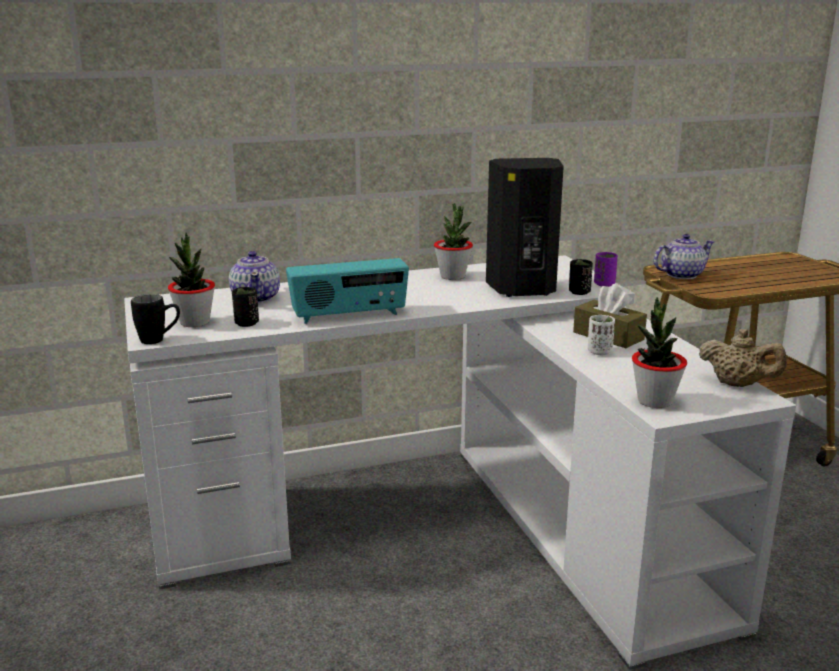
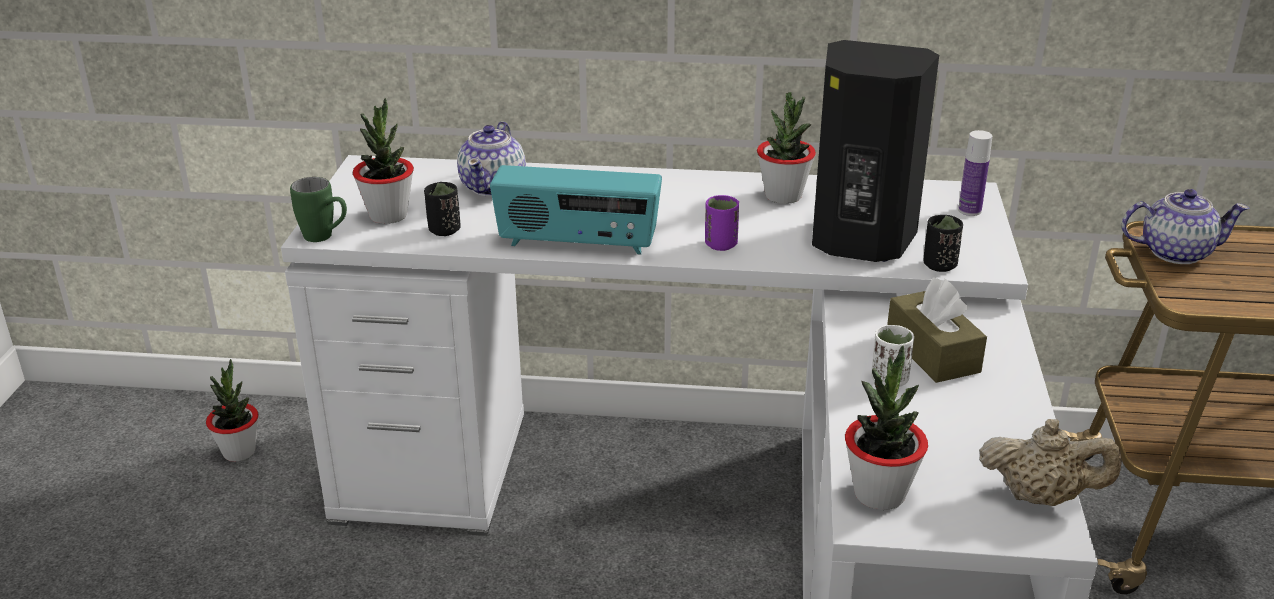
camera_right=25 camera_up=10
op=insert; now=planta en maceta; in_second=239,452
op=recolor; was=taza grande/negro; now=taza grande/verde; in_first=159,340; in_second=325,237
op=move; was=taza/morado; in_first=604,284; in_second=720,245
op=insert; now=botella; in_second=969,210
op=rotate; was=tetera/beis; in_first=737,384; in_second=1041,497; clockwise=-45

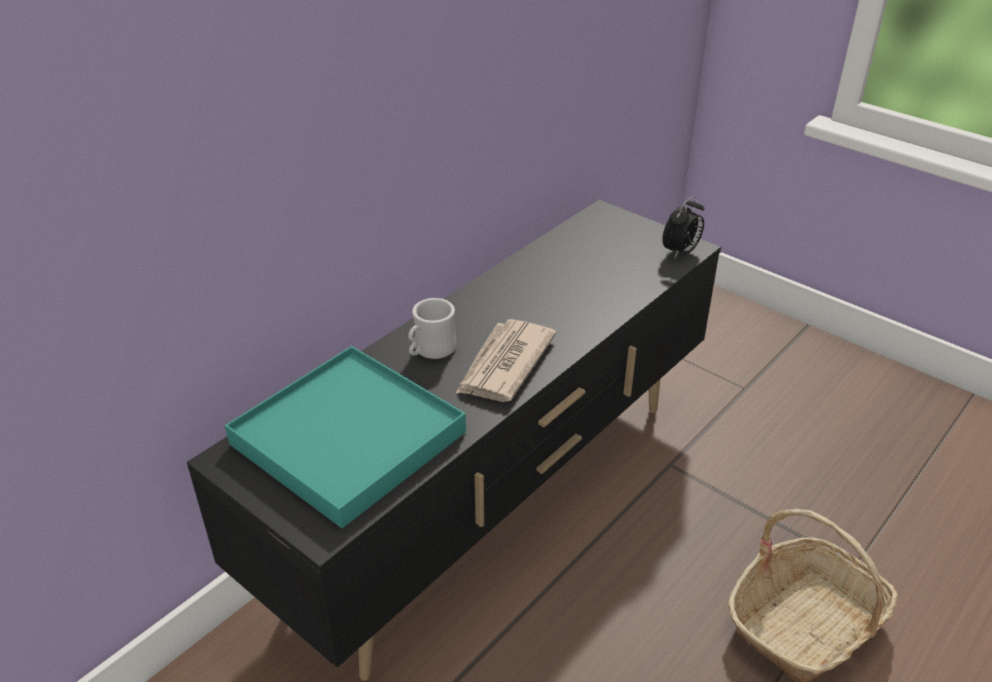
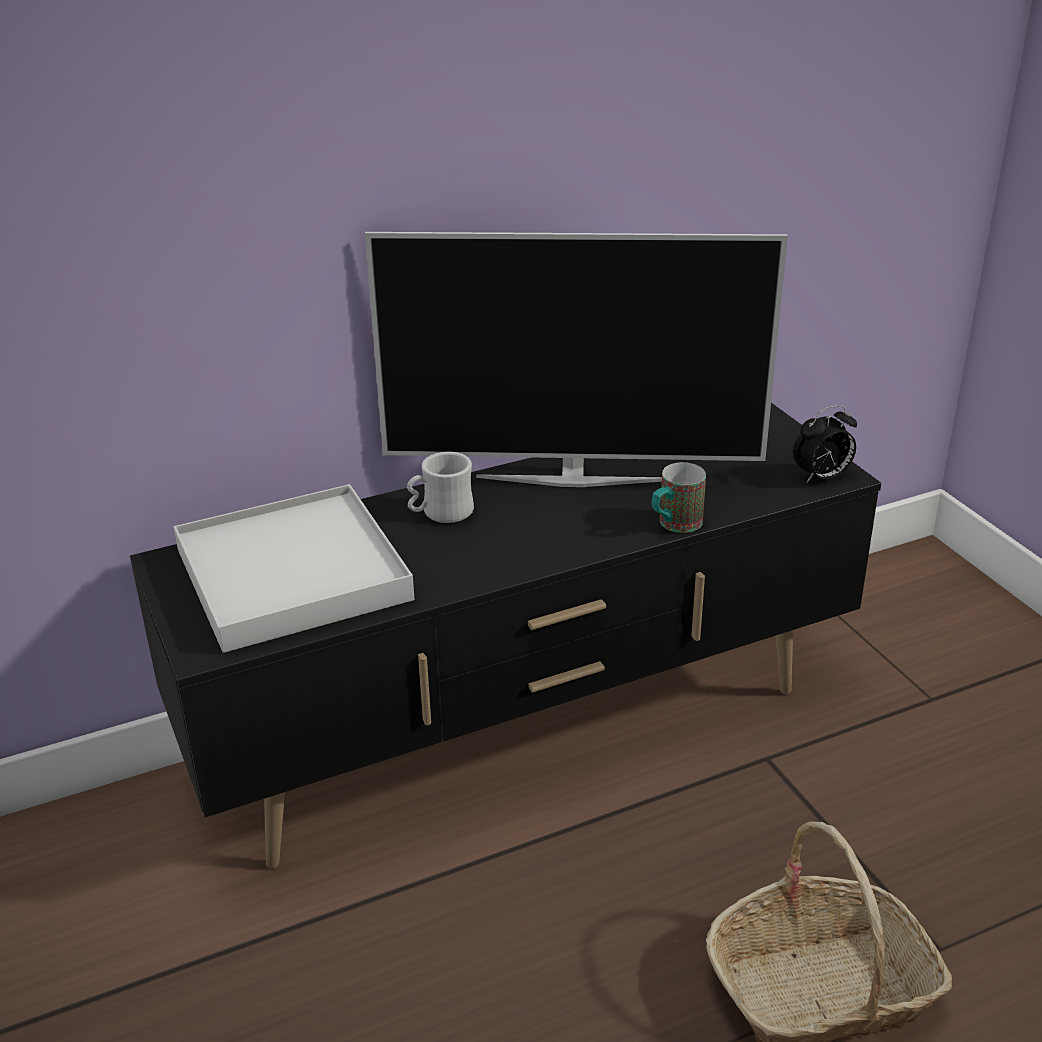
camera_right=25 camera_up=-5
op=recolor; was=bandeja/turquesa; now=bandeja/blanco; in_first=348,438; in_second=293,574
op=insert; now=televisor; in_second=572,477
op=insert; now=taza grande; in_second=674,525
op=delete; was=periódico; in_first=504,364

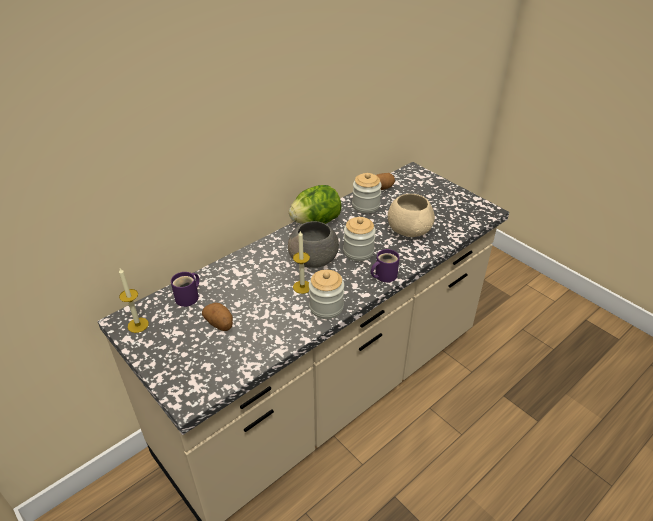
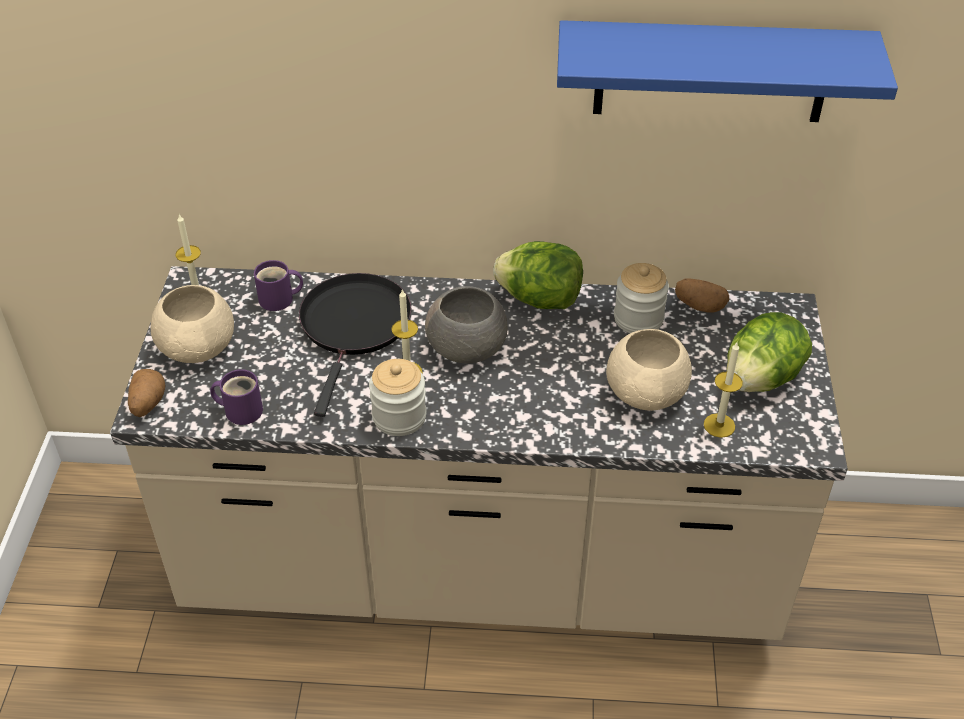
camera_right=45 camera_up=5
op=move; was=patata; in_first=220,324; in_second=147,403
op=insert; now=cuenco/beis; in_second=199,346
op=move; was=taza grande/morado; in_first=383,275; in_second=241,409
op=insert; now=sartén/negro; in_second=354,327
op=insert; now=estante/azul; in_second=711,72
op=insert; now=vela; in_second=719,425
op=insert; now=lechuga; in_second=761,378
op=delete; was=tarro; in_first=358,252

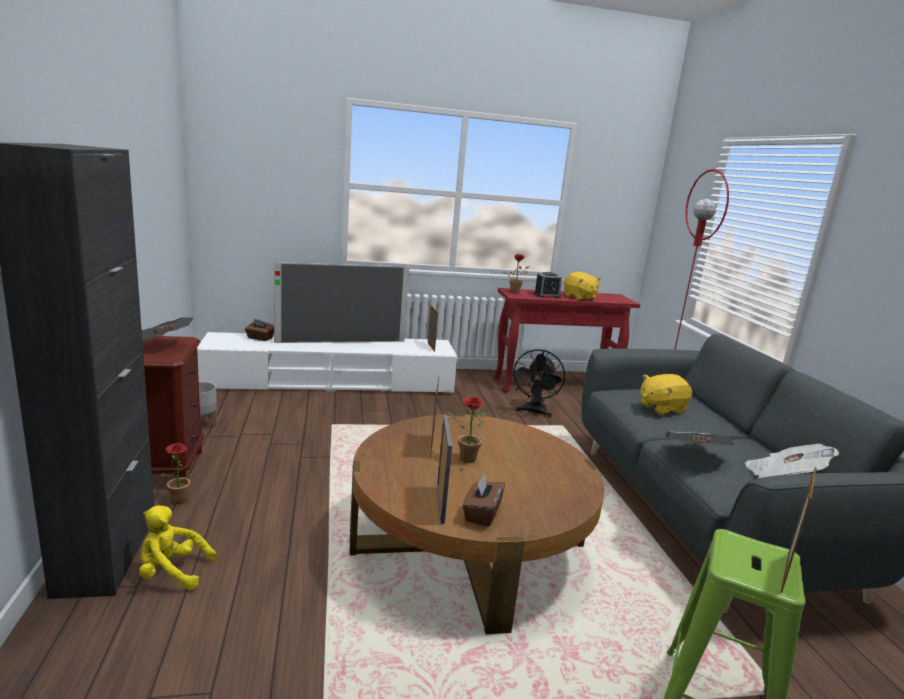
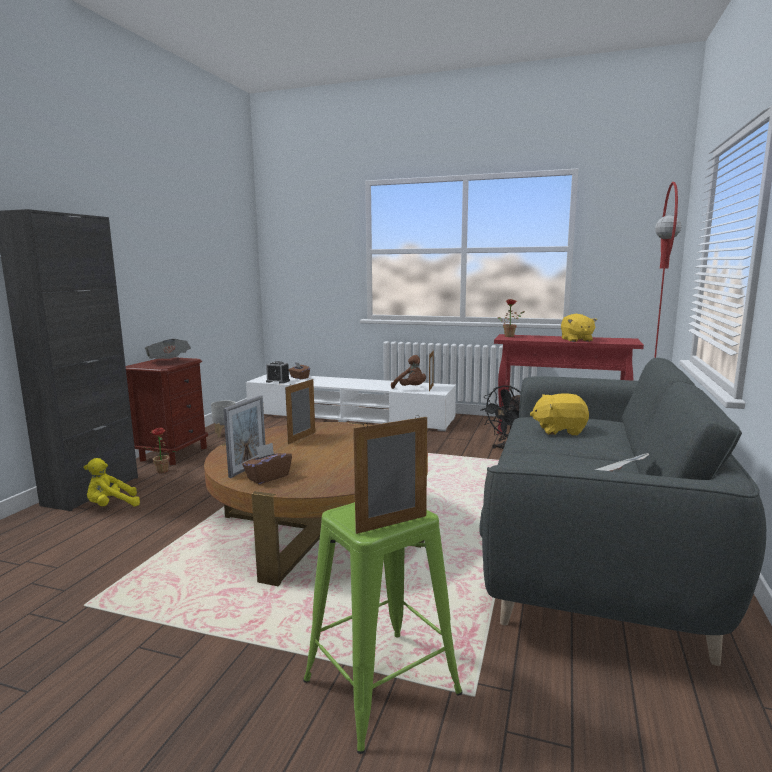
camera_right=30 camera_up=-5
op=rotate; was=peluche/amarillo; in_first=172,573; in_second=111,506; clockwise=-60
op=move; was=despertador; in_first=547,295; in_second=278,381
op=insert; now=peluche/marrón; in_second=411,389
op=delete; was=televisor; in_first=341,342
op=delete; was=planta en maceta; in_first=464,458
op=delete; was=periódico; in_first=694,454

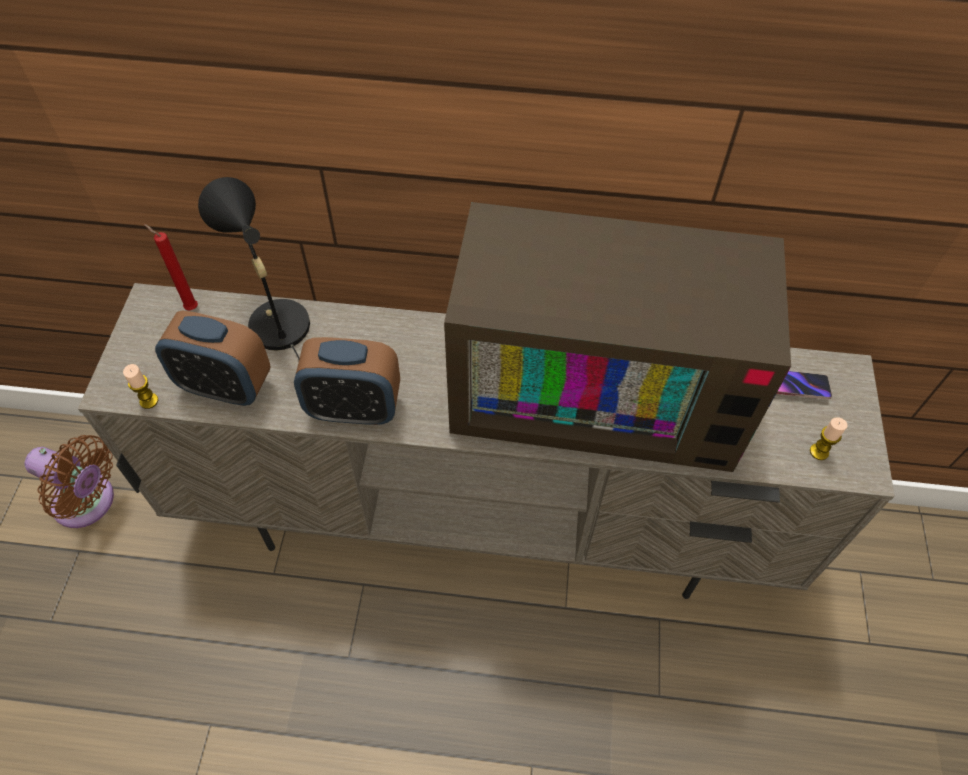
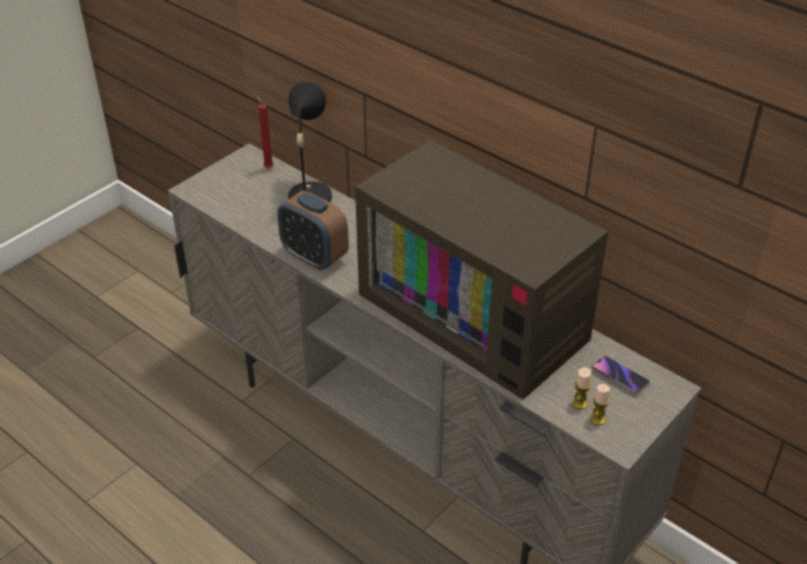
camera_right=35 camera_up=-15
op=move; was=vela; in_first=149,401; in_second=579,403
op=delete; was=ventilador/marrón; in_first=89,503
op=delete; was=despertador; in_first=226,386

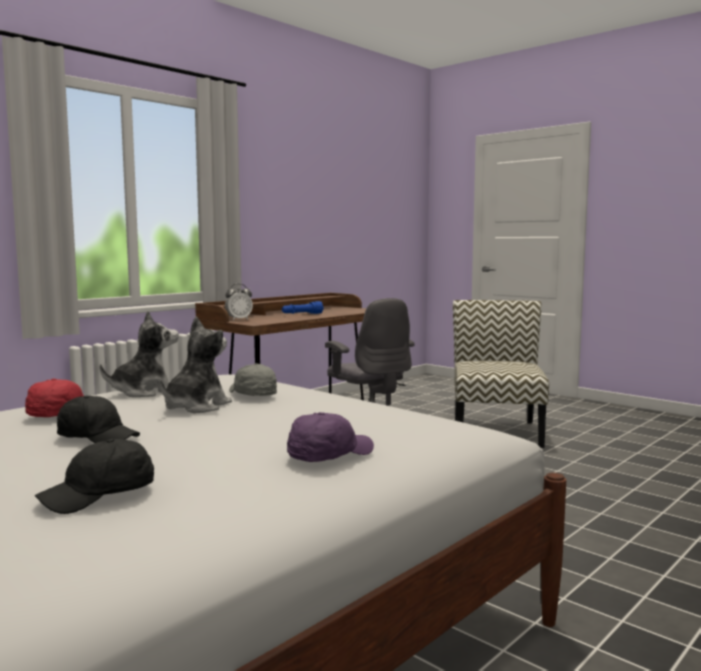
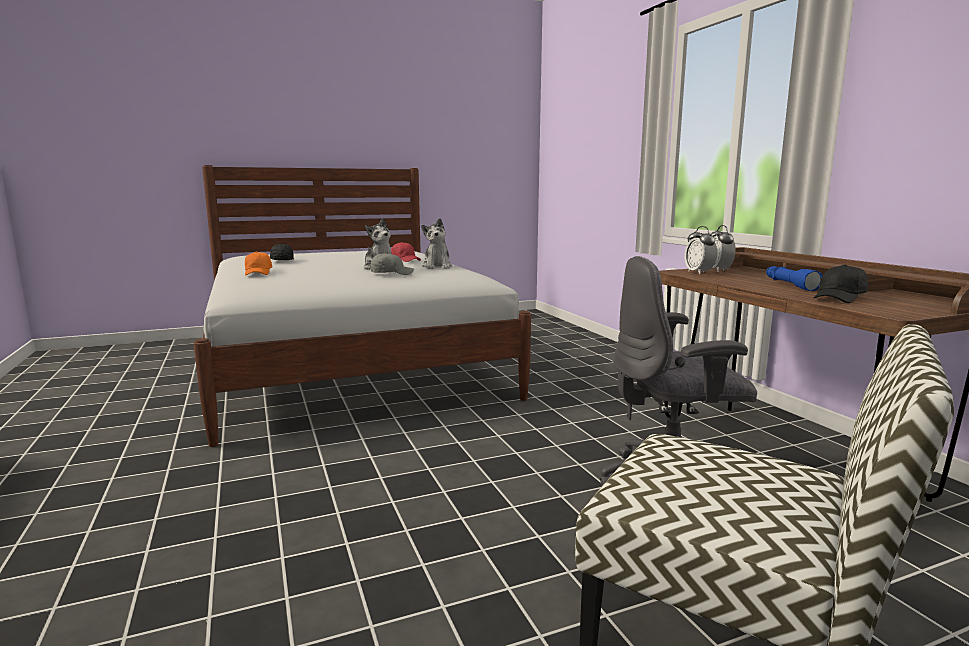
camera_right=115 camera_up=5
op=recolor; was=gorra/morado; now=gorra/naranja; in_first=328,455; in_second=258,273
op=insert; now=despertador; in_second=699,272
op=move; was=gorra/negro; in_first=98,438; in_second=839,298

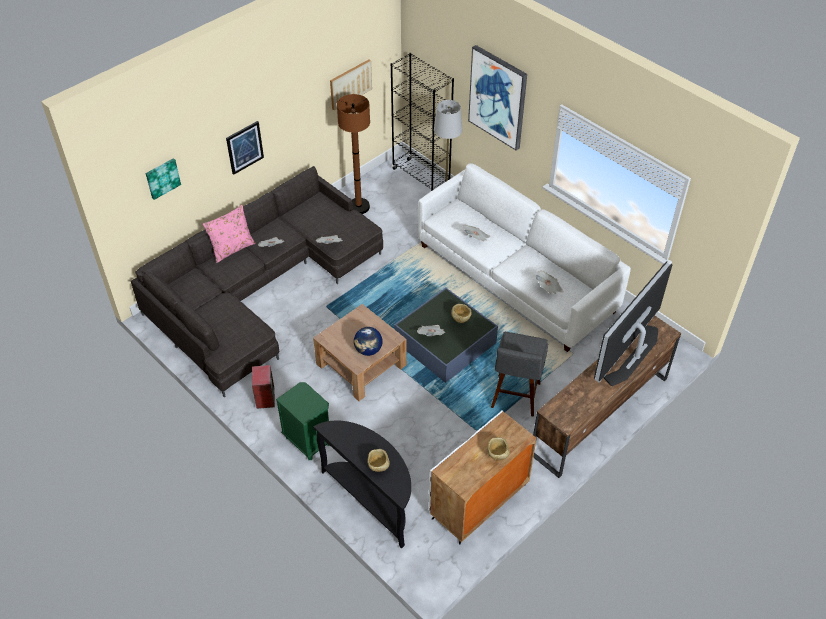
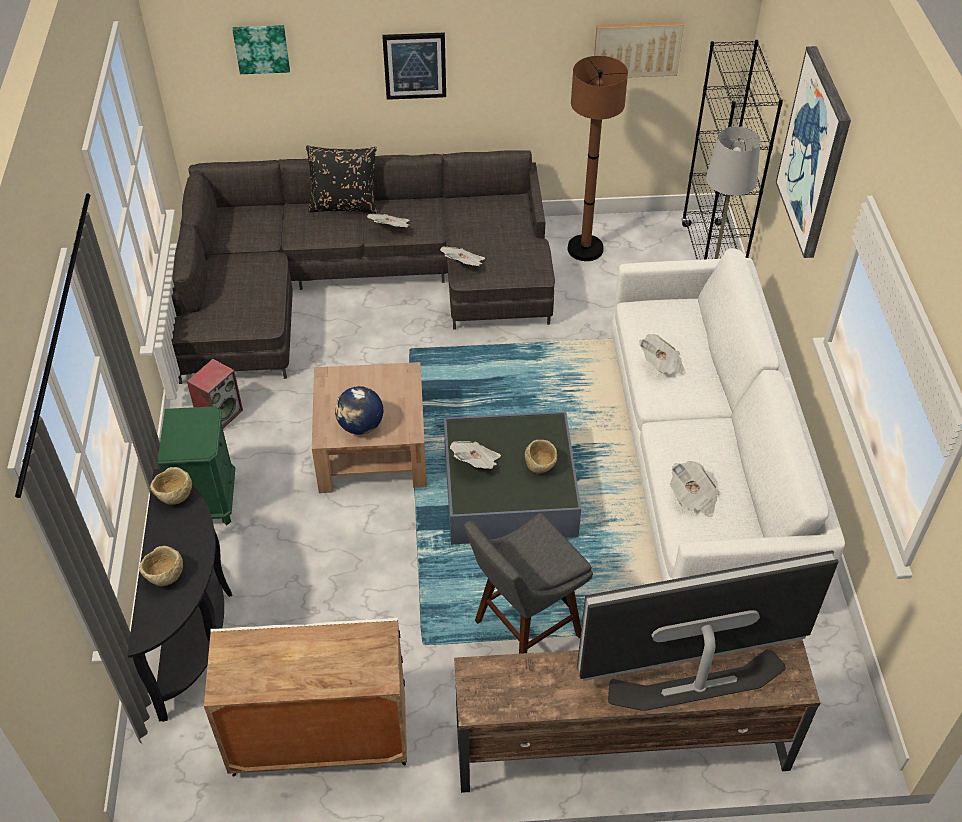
camera_right=40 camera_up=0
op=move; was=cuenco/beis; in_first=497,455; in_second=174,496
op=recolor; was=cojín/rosa; now=cojín/negro; in_first=232,248; in_second=344,205

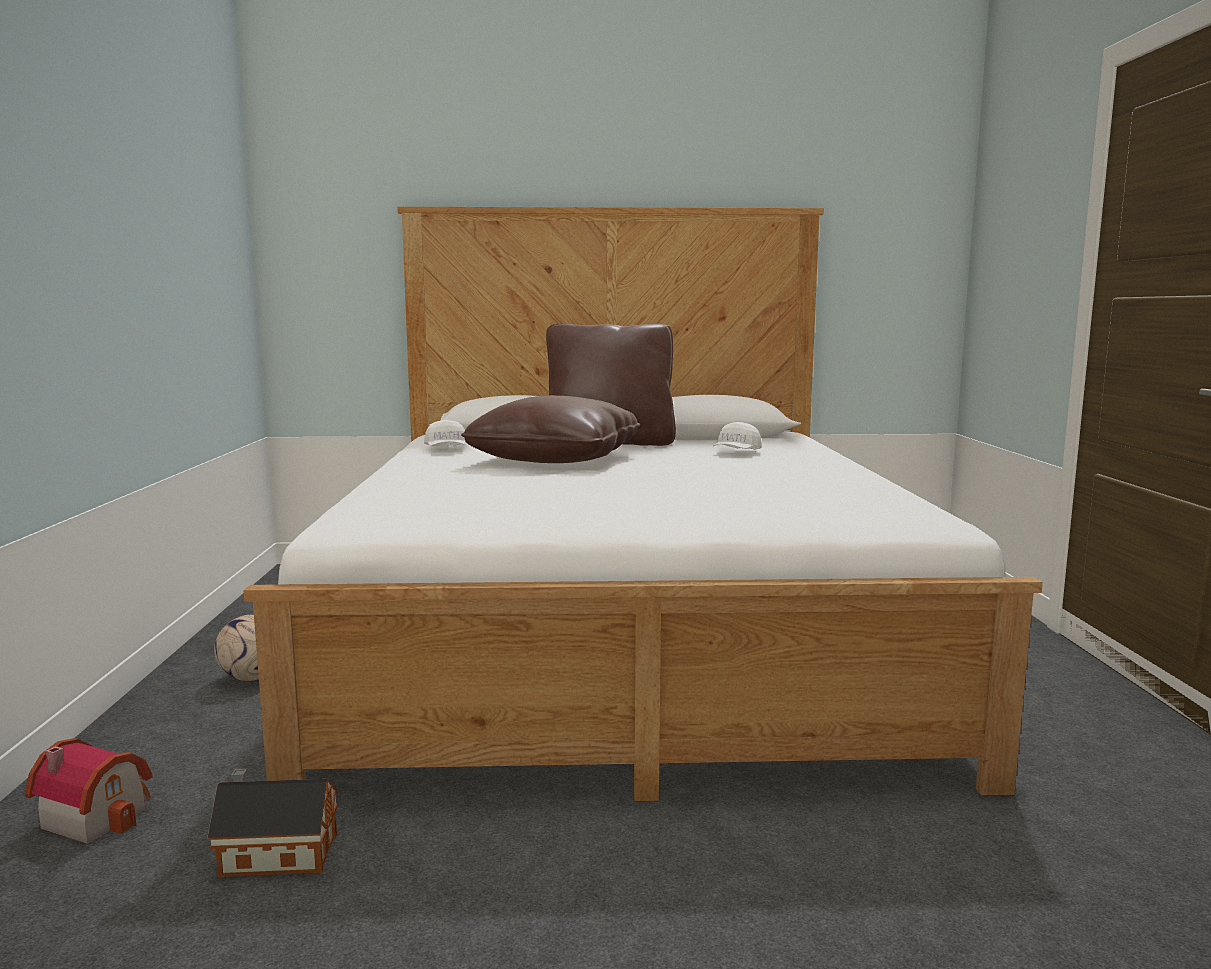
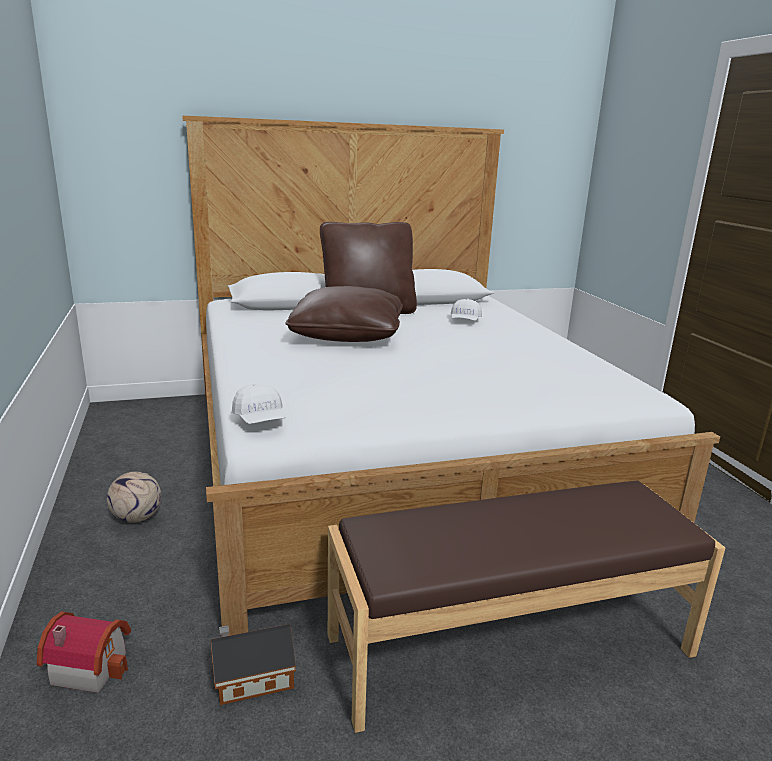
camera_right=-15 camera_up=10
op=move; was=gorra/blanco; in_first=446,449; in_second=260,419
op=insert; now=banco/marrón; in_second=509,644

